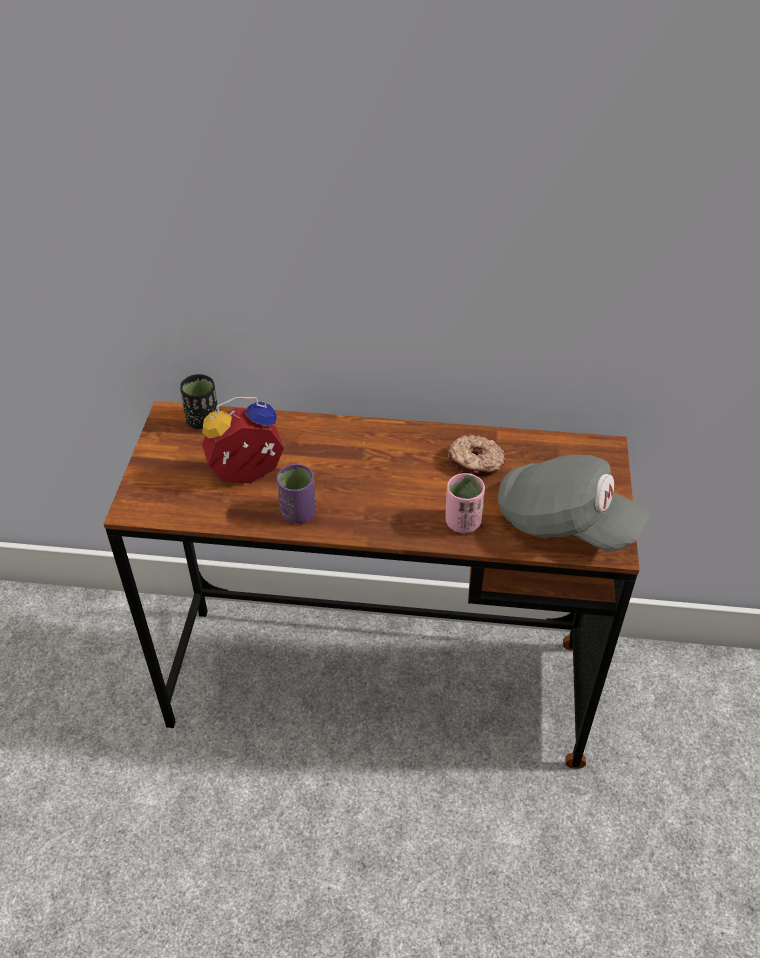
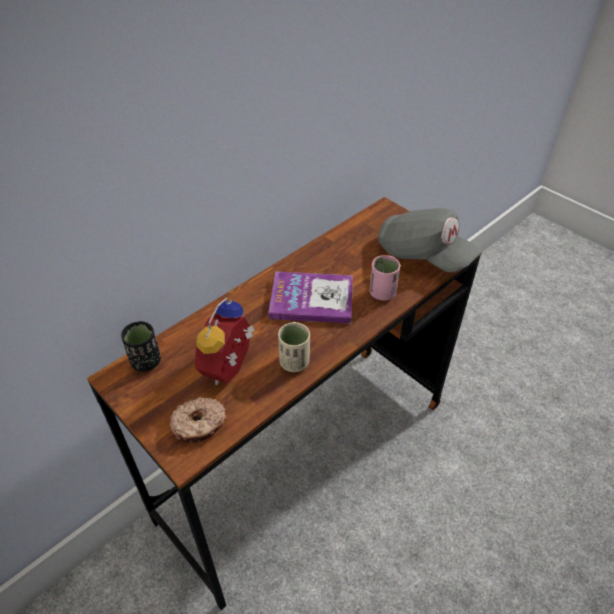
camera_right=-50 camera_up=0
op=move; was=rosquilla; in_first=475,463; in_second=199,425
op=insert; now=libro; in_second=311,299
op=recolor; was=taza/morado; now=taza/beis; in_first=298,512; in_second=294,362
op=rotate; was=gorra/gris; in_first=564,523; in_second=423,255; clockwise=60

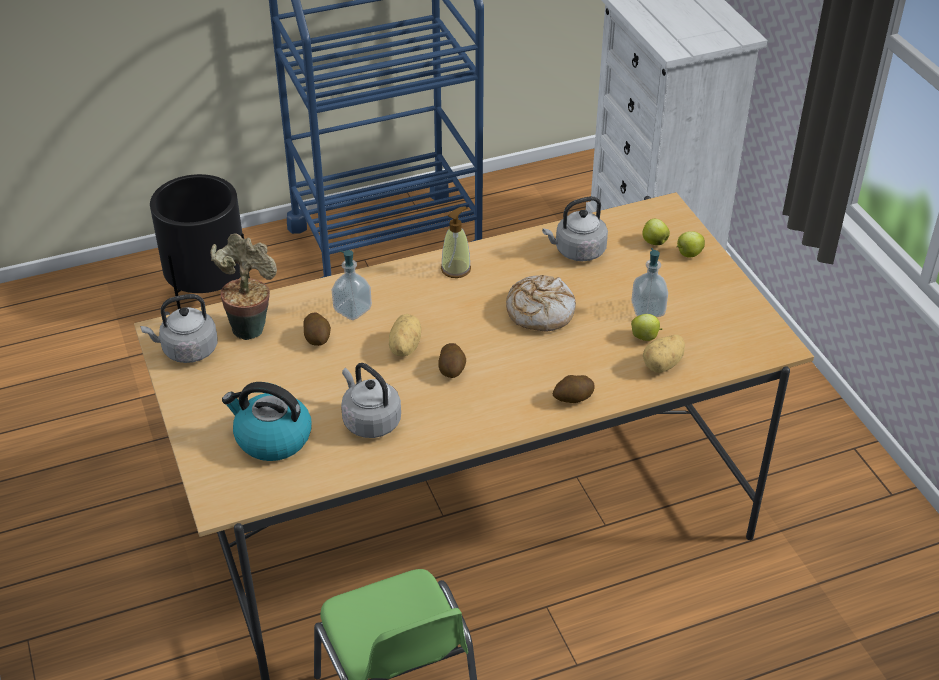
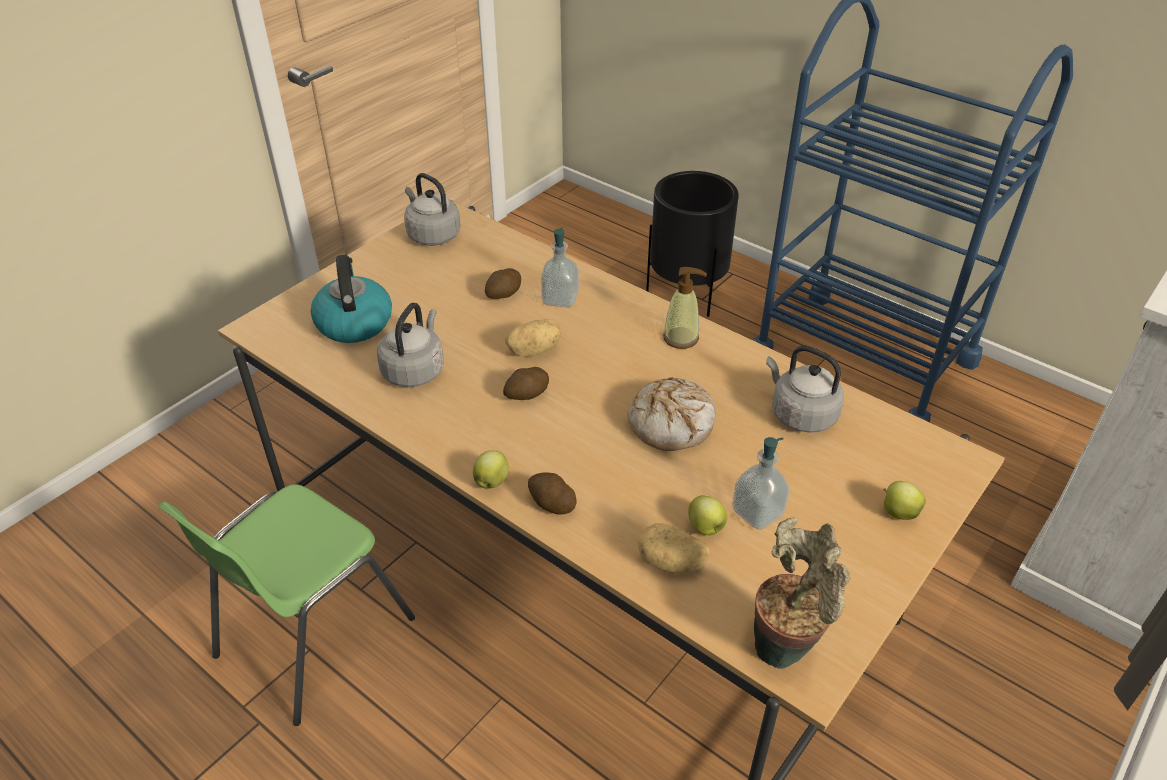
camera_right=60 camera_up=0
op=move; was=manzana; in_first=654,242; in_second=492,481
op=move; was=planta en maceta; in_first=250,326; in_second=786,646

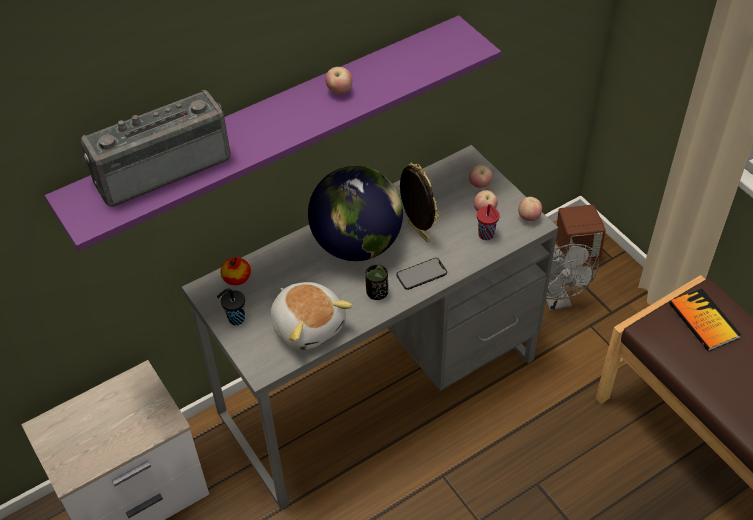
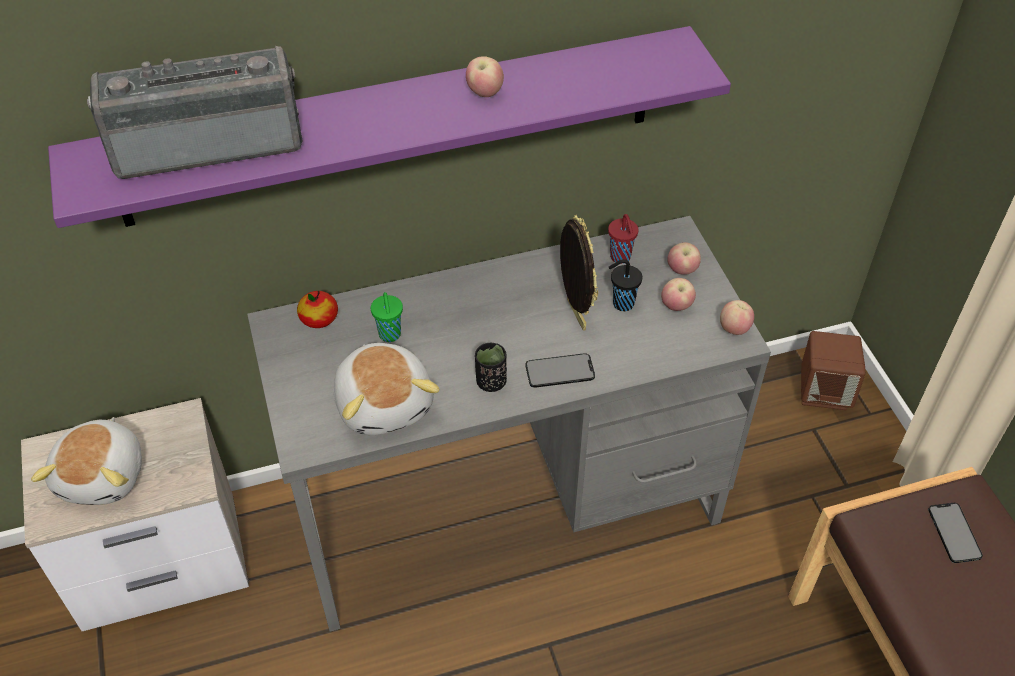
camera_right=15 camera_up=0
op=insert; now=peluche; in_second=104,475
op=insert; now=taza/verde; in_second=390,335
op=move; was=taza/rojo; in_first=487,235; in_second=621,258
op=move; was=taza/negro; in_first=235,319; in_second=621,303
op=replace; was=libro; now=móvil; in_first=703,321; in_second=954,533
op=delete; was=globo terráqueo; in_first=357,245
op=delete; was=ventilador/gris; in_first=556,300

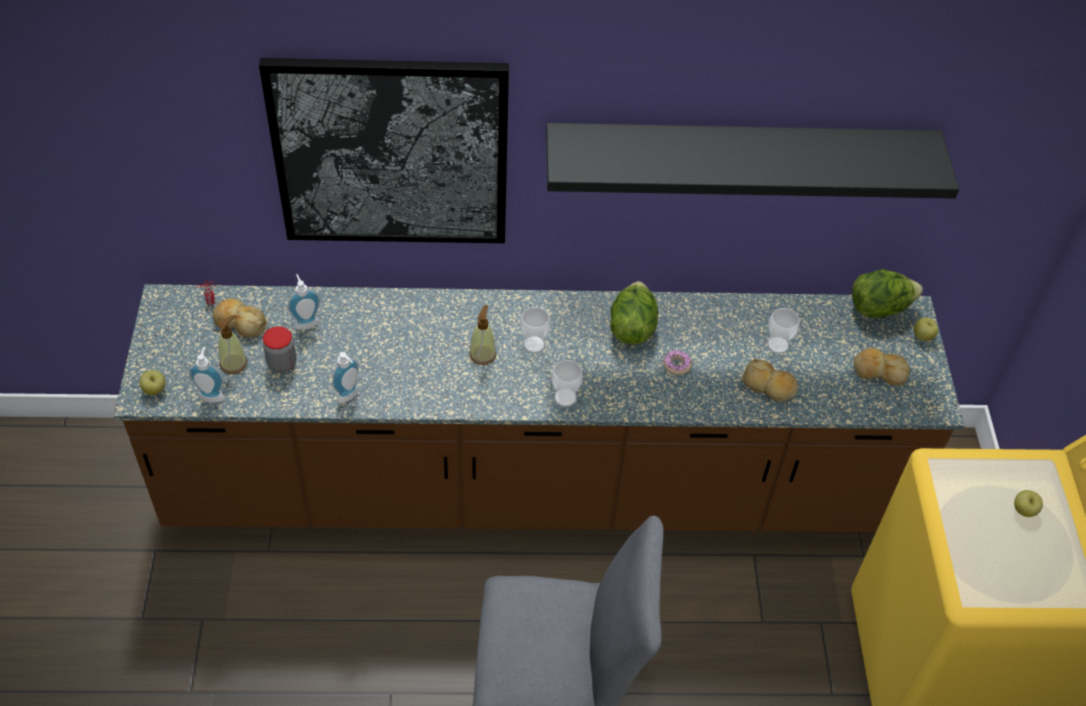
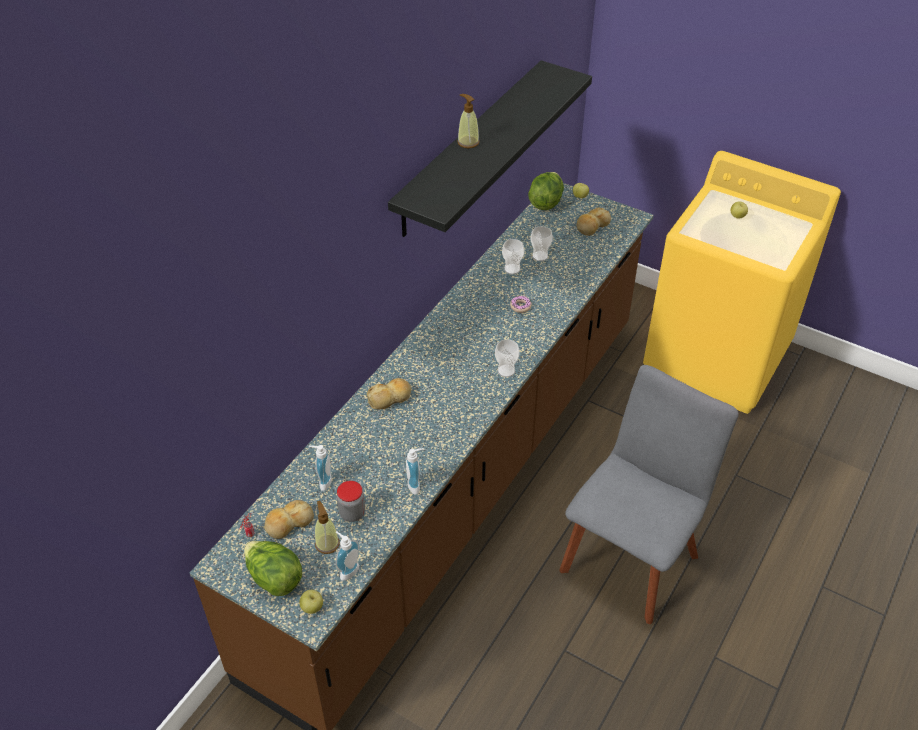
camera_right=-55 camera_up=-5
op=move; was=lechuga; in_first=632,327; in_second=274,578
op=move; was=pan; in_first=769,386; in_second=390,398
op=move; was=dispensador de jabón; in_first=482,354; in_second=468,142
op=move; was=taza; in_first=534,344; in_second=512,269
op=delete; was=cuadro; in_first=391,153

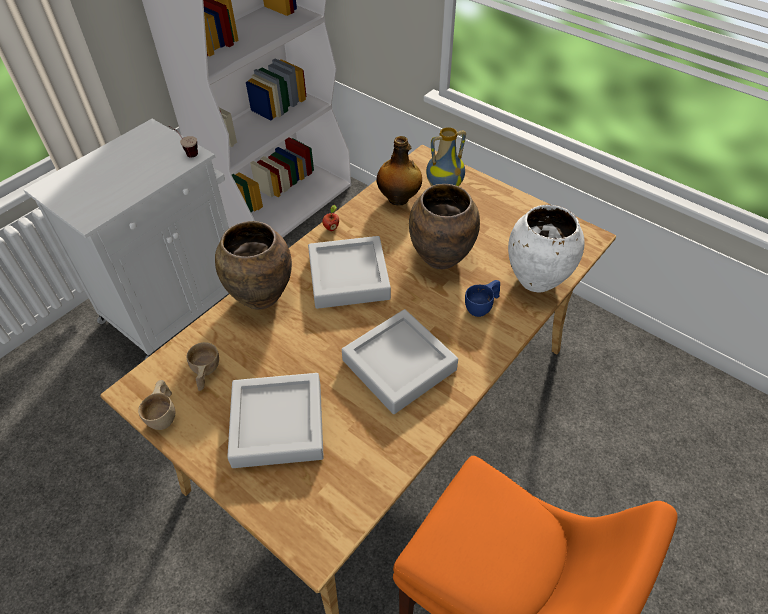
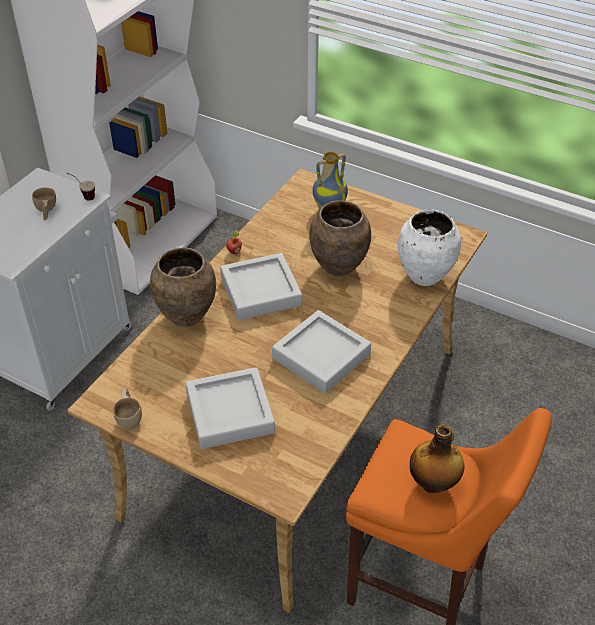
camera_right=-10 camera_up=-5
op=move; was=taza/beis; in_first=205,374; in_second=46,211
op=move; was=botella; in_first=399,199; in_second=433,483
op=delete; was=taza/azul; in_first=482,306

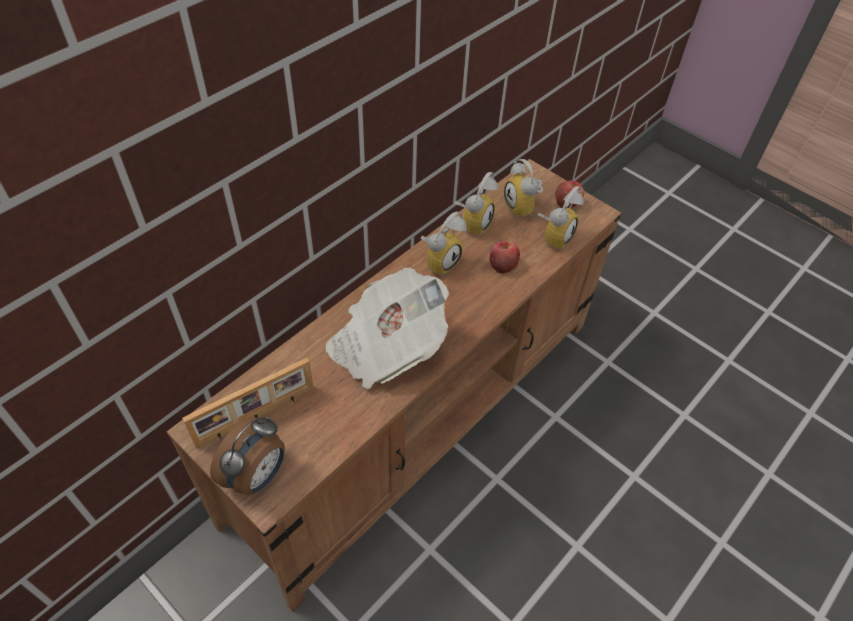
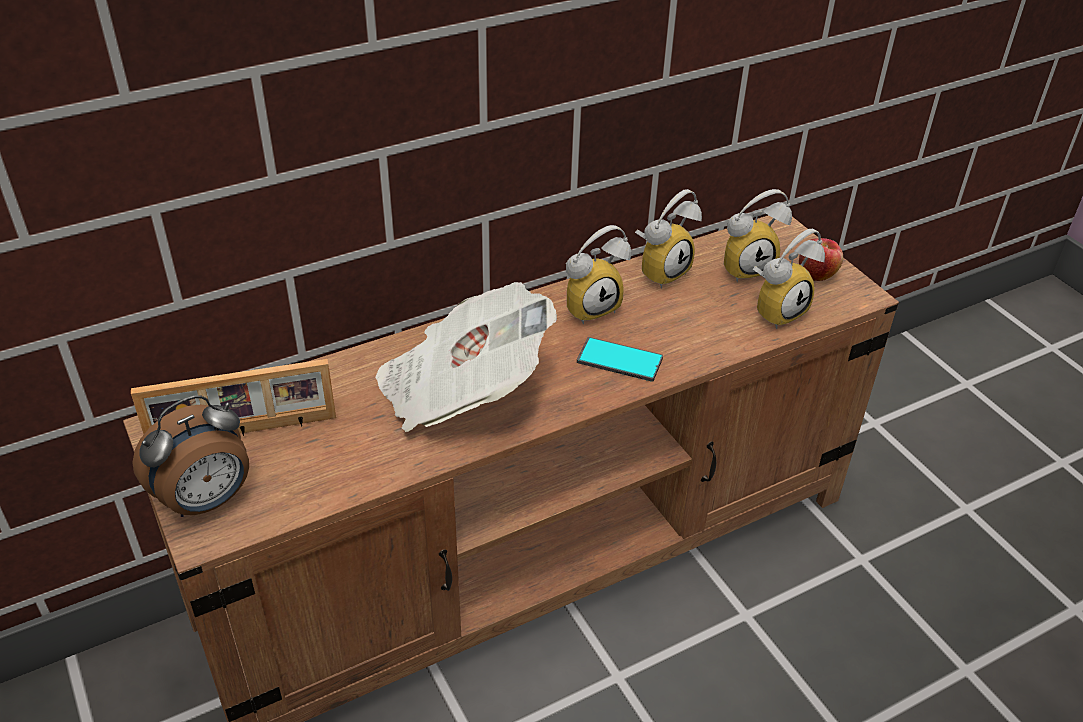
camera_right=20 camera_up=-10
op=insert; now=móvil; in_second=619,360
op=rotate; was=despertador; in_first=523,207; in_second=746,266; clockwise=-105
op=delete; was=manzana; in_first=503,265

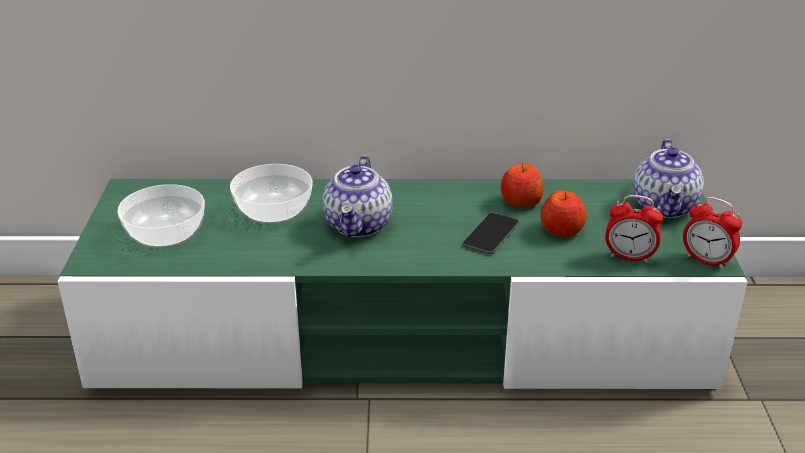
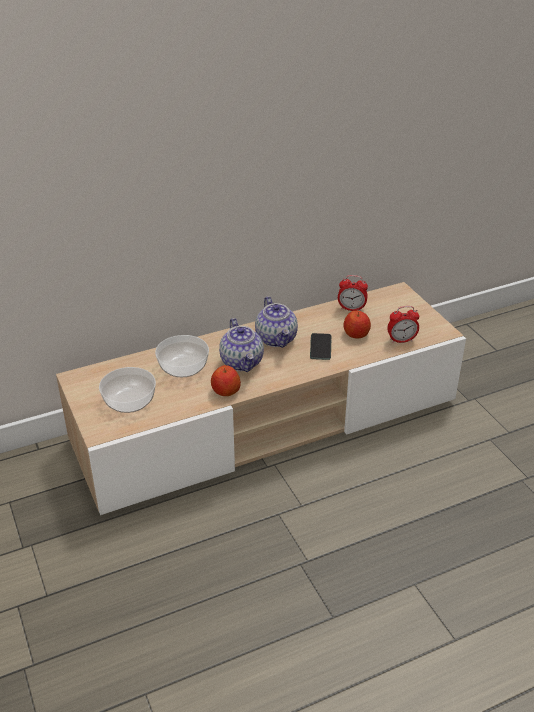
camera_right=-25 camera_up=5
op=recolor; was=mueble de televisión/verde; now=mueble de televisión/beis; in_first=402,335; in_second=267,421
op=move; was=manzana; in_first=520,202; in_second=225,391
op=move; was=tetera; in_first=665,207; in_second=277,339
op=move; was=despertador; in_first=706,261; in_second=351,309

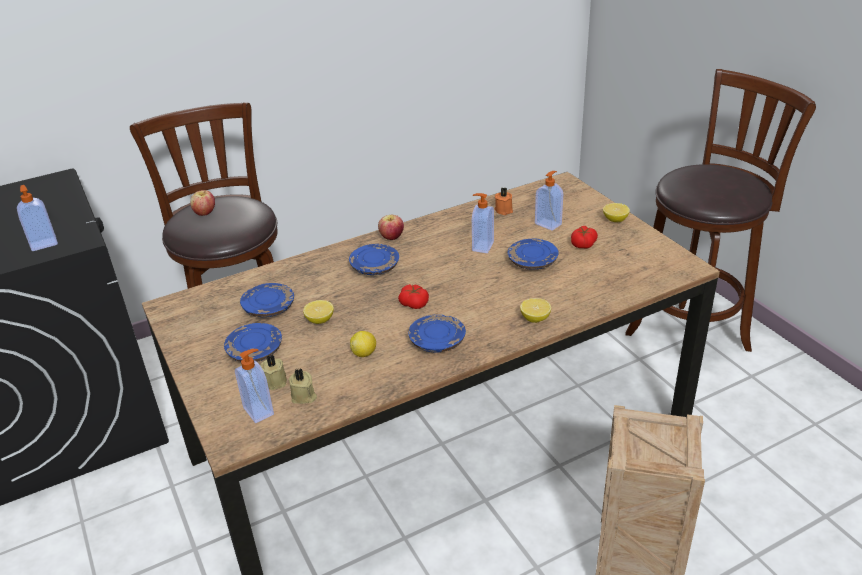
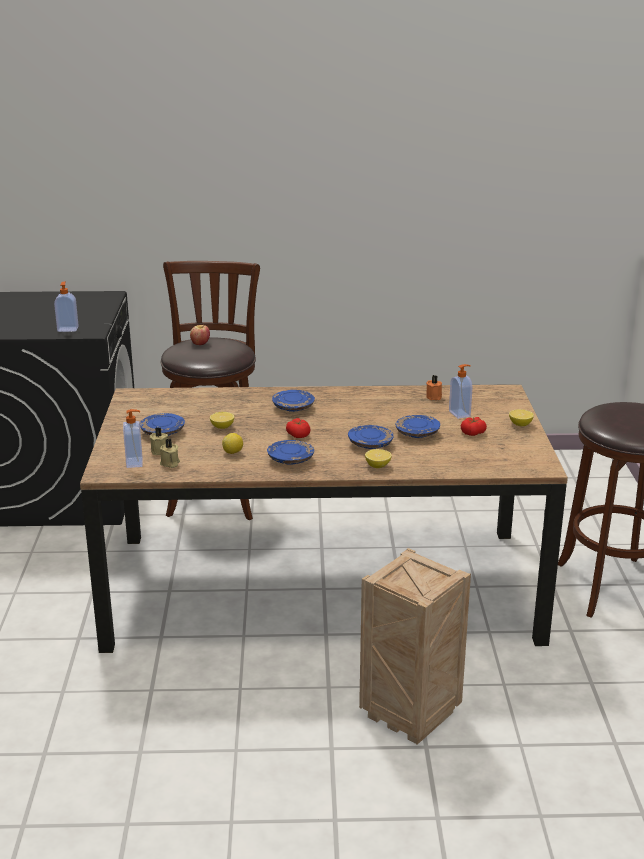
camera_right=25 camera_up=-10
op=move; was=plato/azul; in_first=269,308; in_second=370,444
op=delete; was=manzana; in_first=391,237
op=delete; was=dispensador de jabón; in_first=482,246

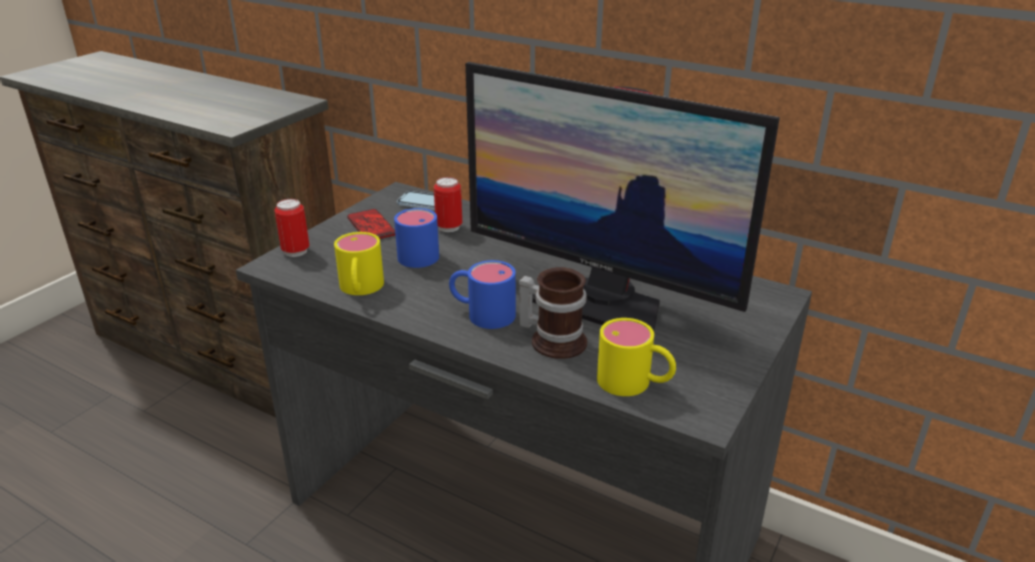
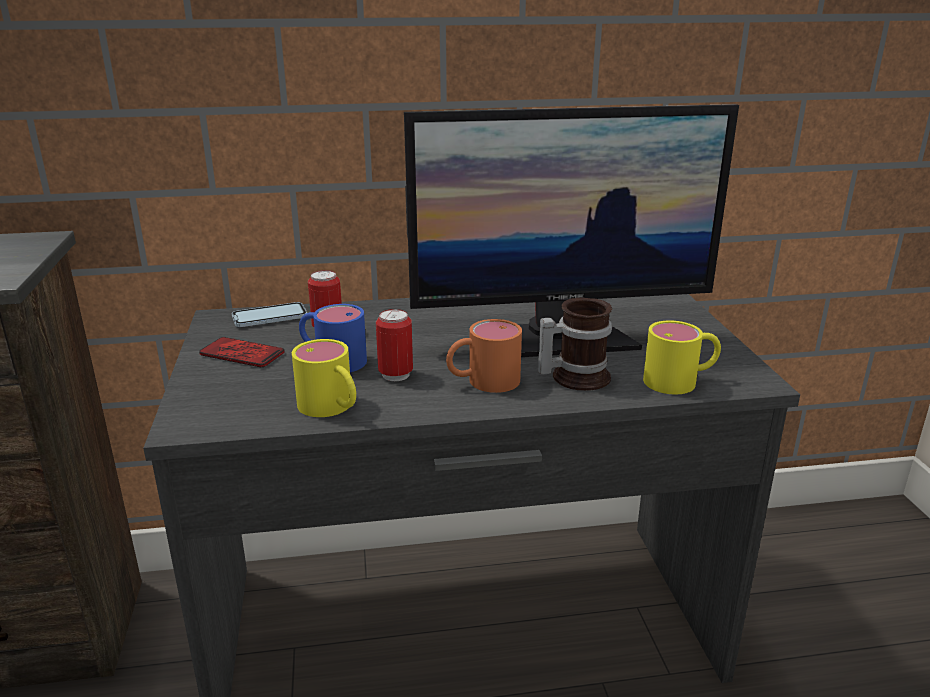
camera_right=-40 camera_up=-5
op=move; was=lata; in_first=295,251; in_second=395,375
op=recolor; was=taza grande/azul; now=taza grande/naranja; in_first=481,313; in_second=482,382

